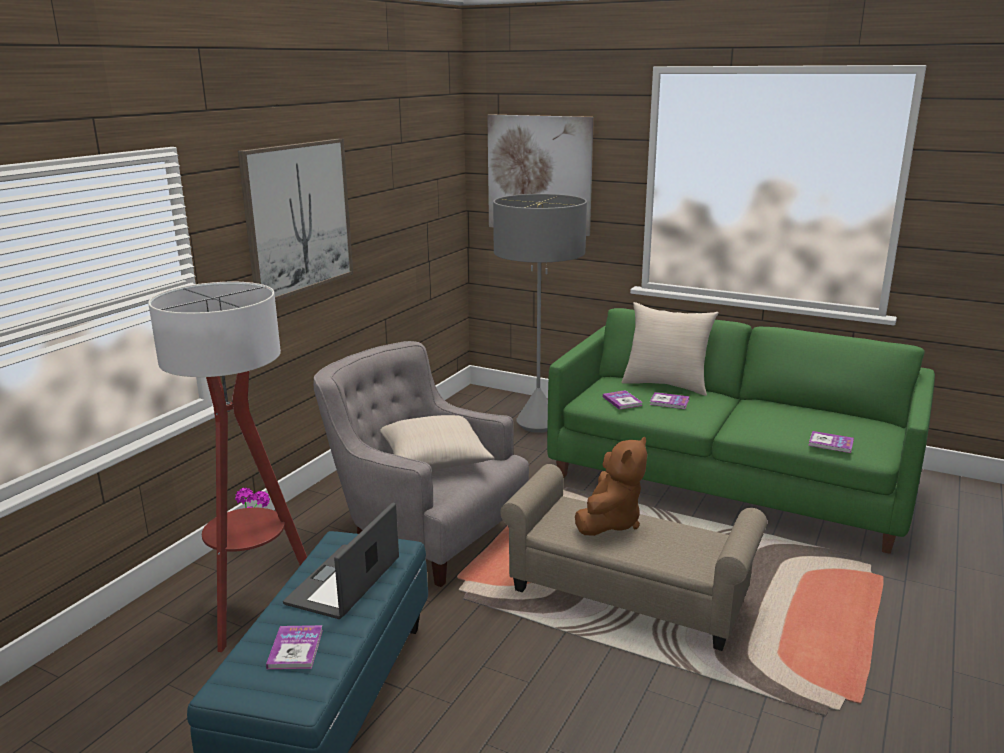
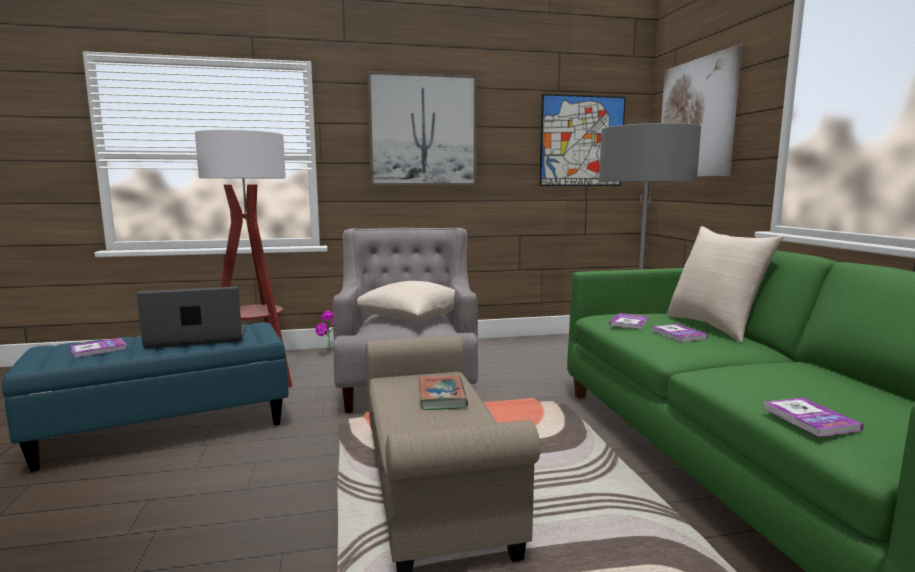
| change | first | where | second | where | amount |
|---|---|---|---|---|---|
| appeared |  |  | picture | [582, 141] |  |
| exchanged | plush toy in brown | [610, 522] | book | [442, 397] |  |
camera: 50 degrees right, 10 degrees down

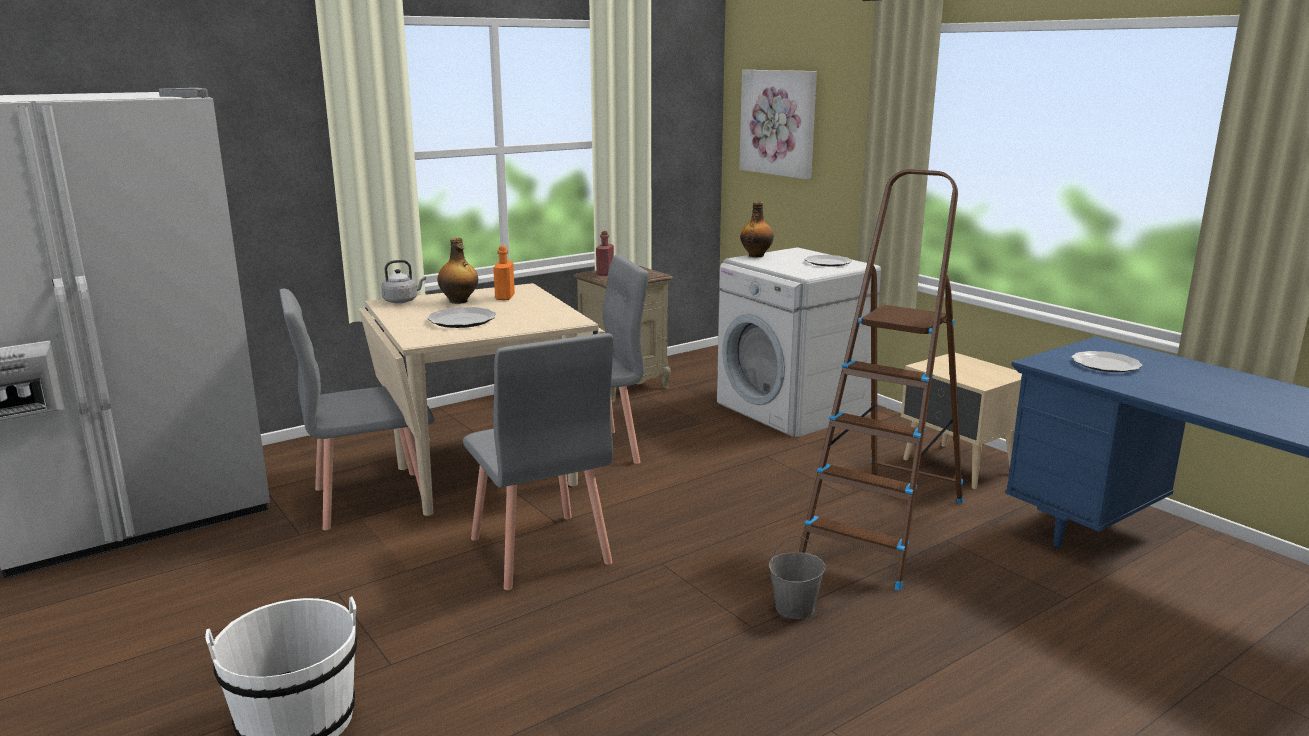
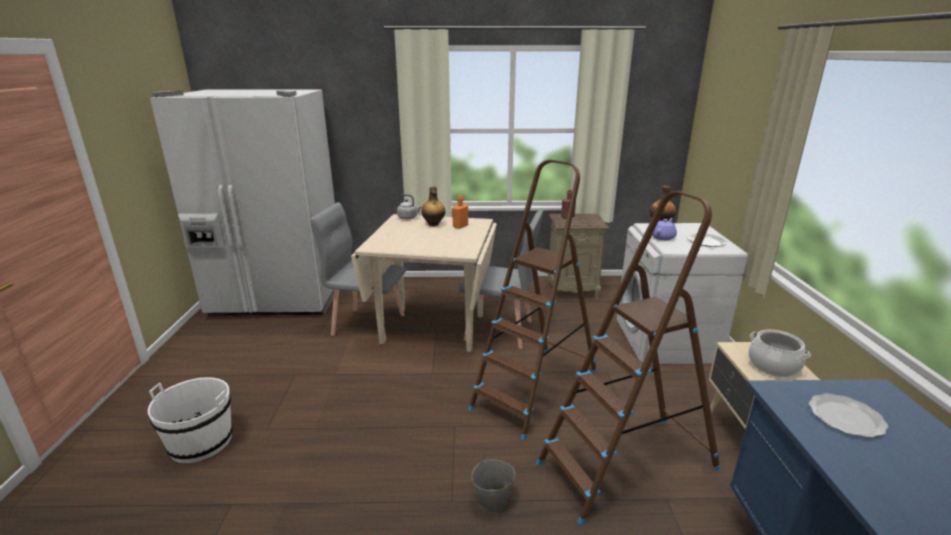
| change | first | where | second | where | amount |
|---|---|---|---|---|---|
| missing | plate | [462, 320] |  |  |  |
| missing | chair in grey | [539, 551] |  |  |  |
| missing | picture | [779, 123] |  |  |  |
| appeared |  |  | step ladder in brown | [536, 389] |  |
| appeared |  |  | teapot in purple | [663, 237] |  |
| appeared |  |  | cooking pot | [773, 366] |  |
camera: 35 degrees right, 5 degrees up

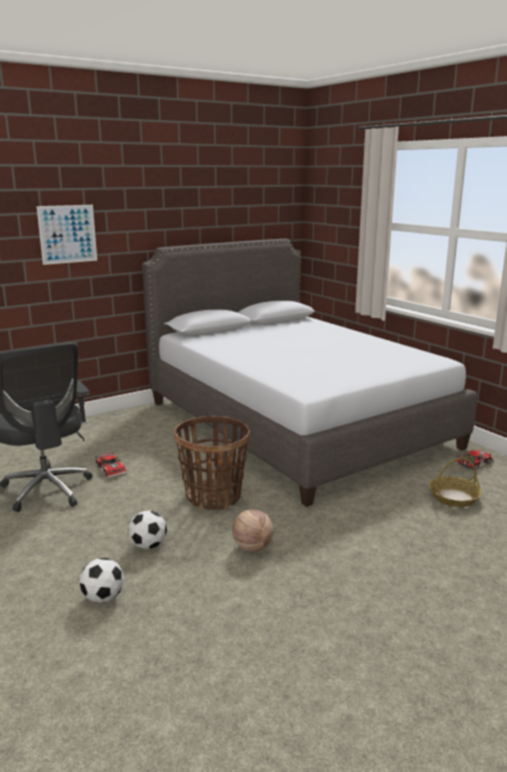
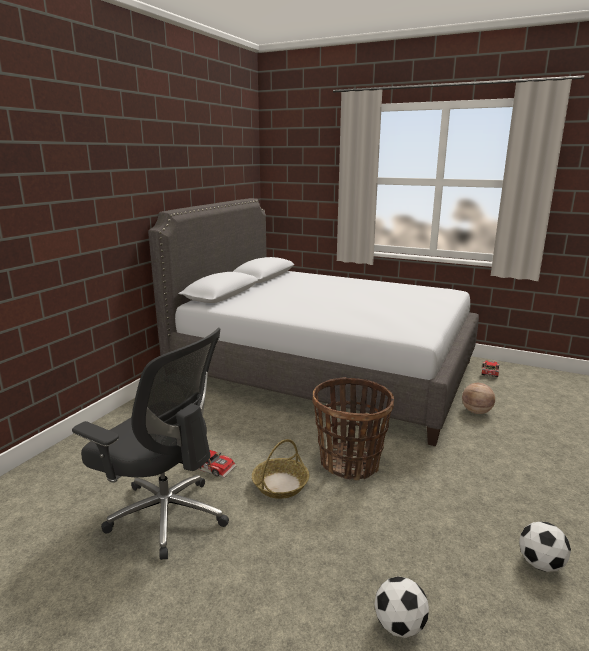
| change | first | where | second | where | amount |
|---|---|---|---|---|---|
| missing | picture | [67, 234] |  |  |  |
| relocated | football | [148, 545] |  | [540, 564] |  |
| relocated | basketball | [252, 547] |  | [476, 412] |  |
| relocated | basket | [454, 497] |  | [280, 484] |  |
camera: 30 degrees left, 0 degrees up

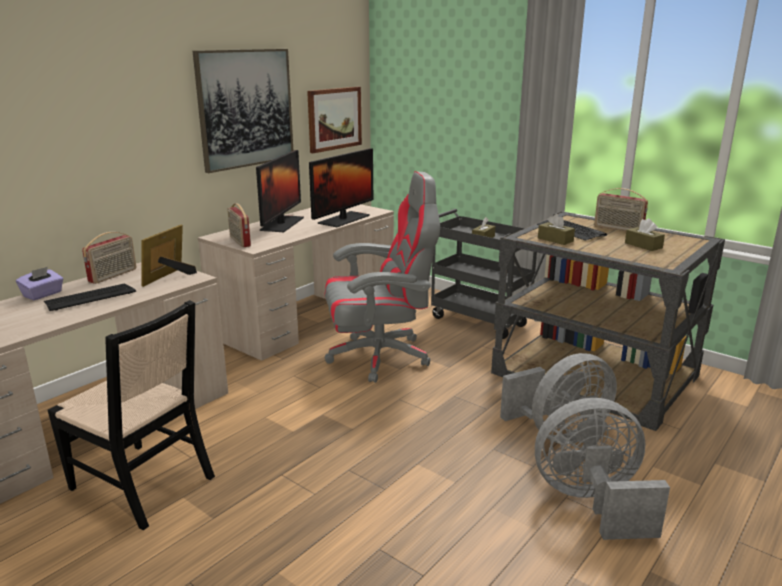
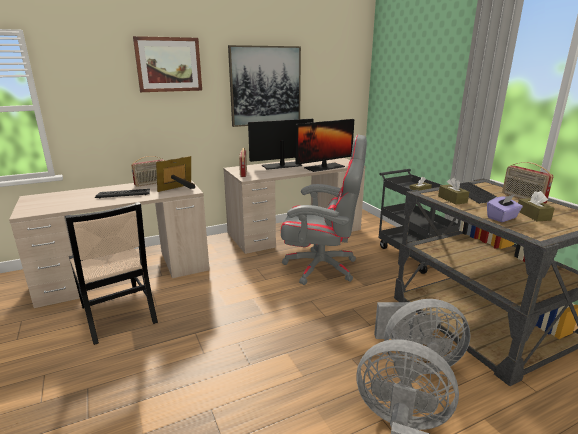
| change | first | where | second | where | amount |
|---|---|---|---|---|---|
| relocated | tissue box in purple | [43, 294] |  | [502, 218] |  |
| relocated | picture | [334, 119] |  | [169, 64] |  |
| spun | monitor | [282, 224] |  | [281, 165] | 150 degrees counterclockwise |
camera: 25 degrees right, 0 degrees up

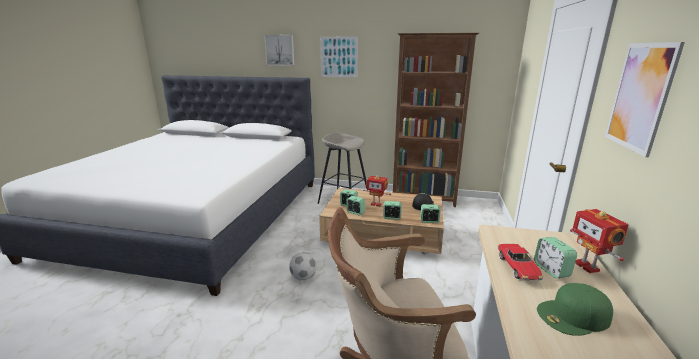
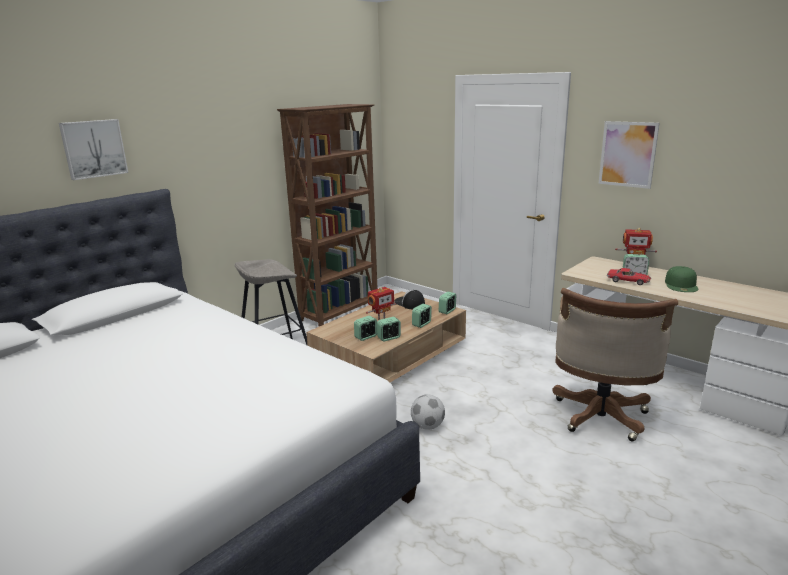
| change | first | where | second | where | amount |
|---|---|---|---|---|---|
| missing | picture | [339, 57] |  |  |  |
camera: 60 degrees left, 0 degrees up

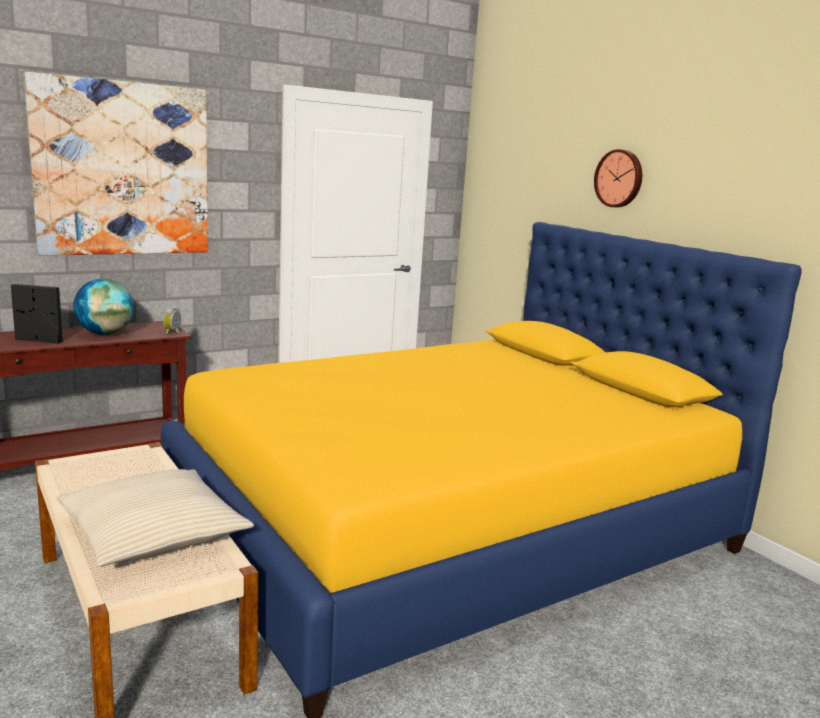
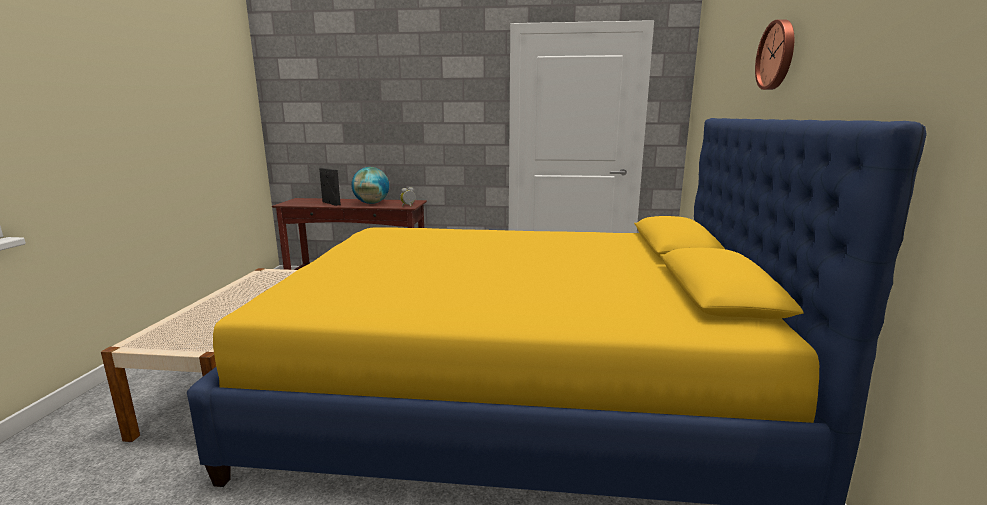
| change | first | where | second | where | amount |
|---|---|---|---|---|---|
| missing | picture | [123, 169] |  |  |  |
| missing | pillow in beige | [153, 532] |  |  |  |
camera: 40 degrees right, 0 degrees up

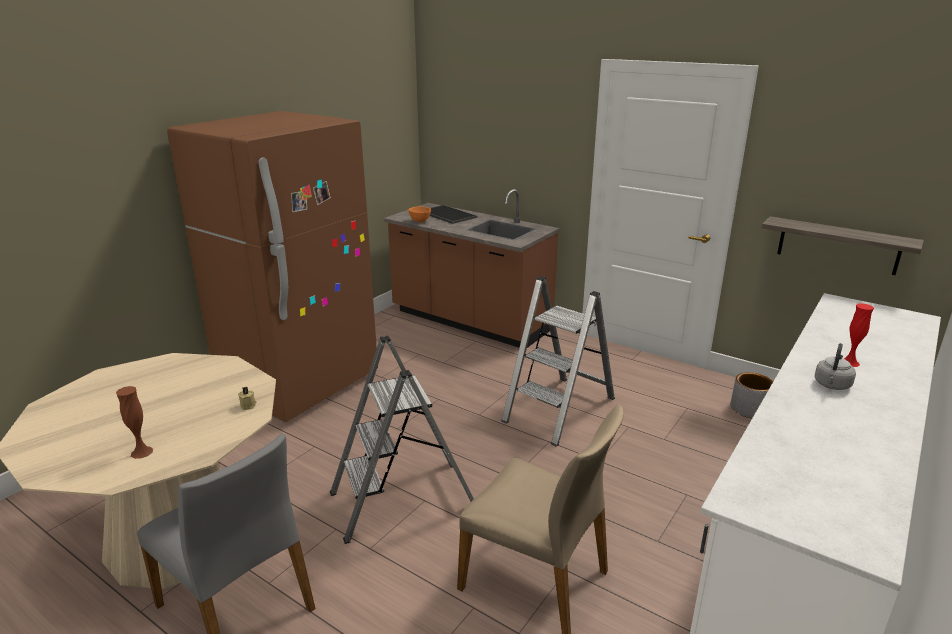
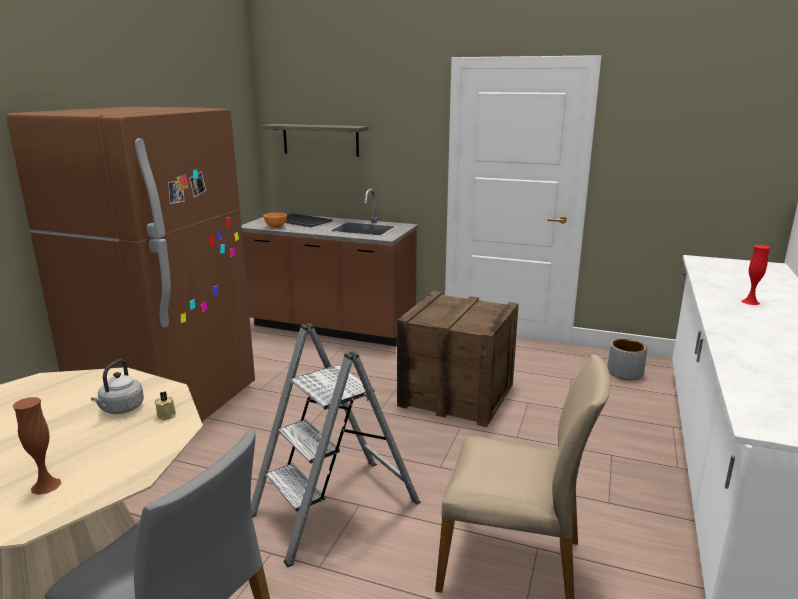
| change | first | where | second | where | amount |
|---|---|---|---|---|---|
| relocated | shelf | [838, 245] |  | [320, 140] |  |
| relocated | kettle in grey | [831, 385] |  | [121, 409] |  |
| exchanged | step ladder in grey | [560, 408] | crate | [457, 395] |  |
camera: 15 degrees left, 5 degrees down

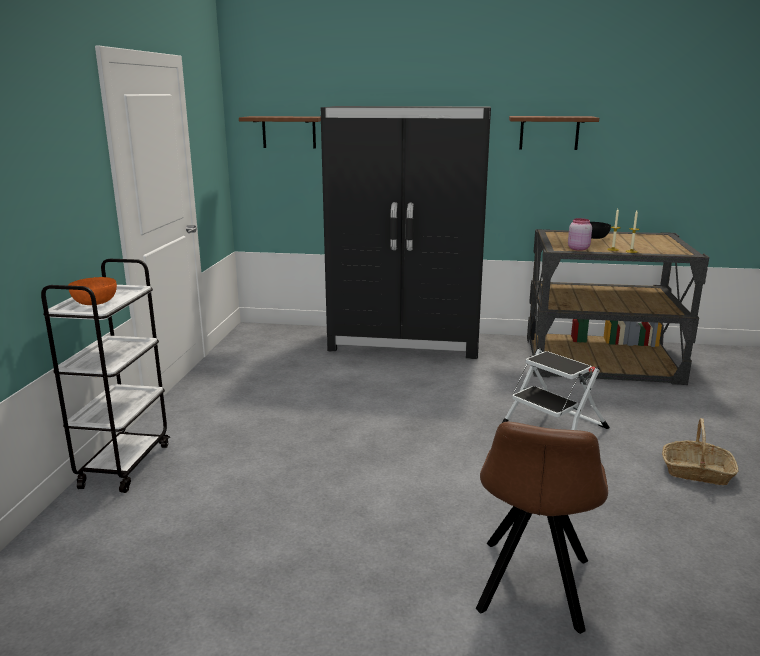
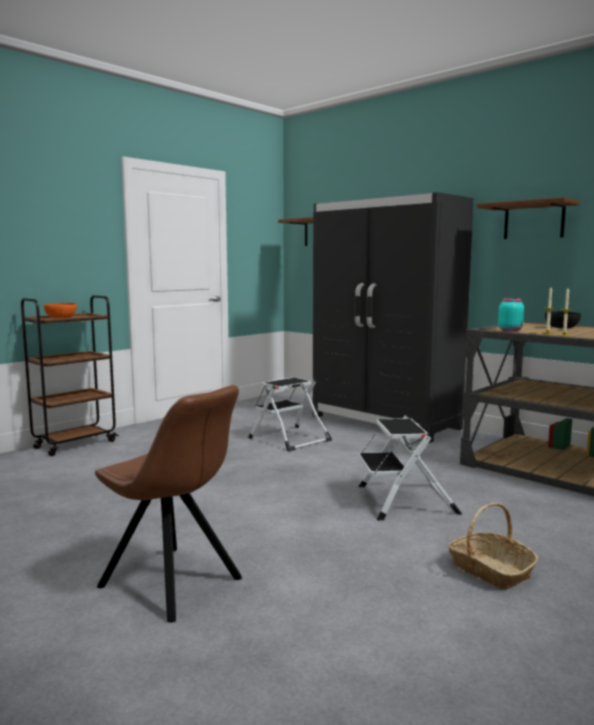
| change | first | where | second | where | amount |
|---|---|---|---|---|---|
| appeared |  |  | step ladder | [290, 438] |  |
| colour | cart in white | [124, 465] | cart in brown | [75, 444] |  |
| colour | jar in pink | [578, 248] | jar in turquoise | [510, 330] |  |
| spun | chair in brown | [532, 585] |  | [172, 582] | 105 degrees counterclockwise |
camera: 35 degrees right, 10 degrees down

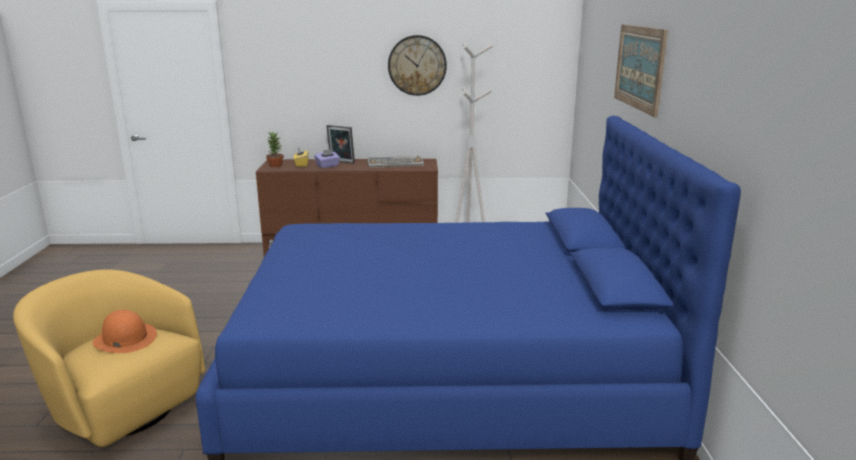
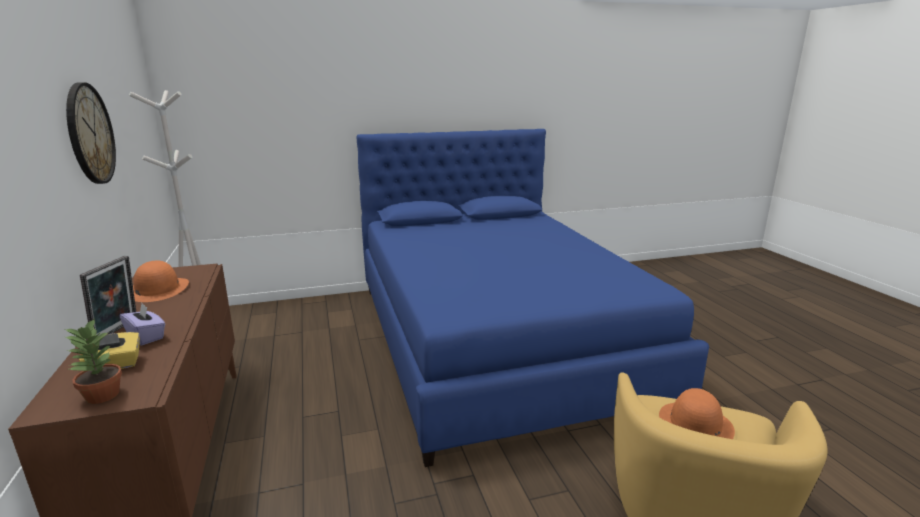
| change | first | where | second | where | amount |
|---|---|---|---|---|---|
| missing | picture | [639, 67] |  |  |  |
| exchanged | keyboard | [395, 163] | hat in orange | [157, 289] |  |
camera: 105 degrees left, 0 degrees up

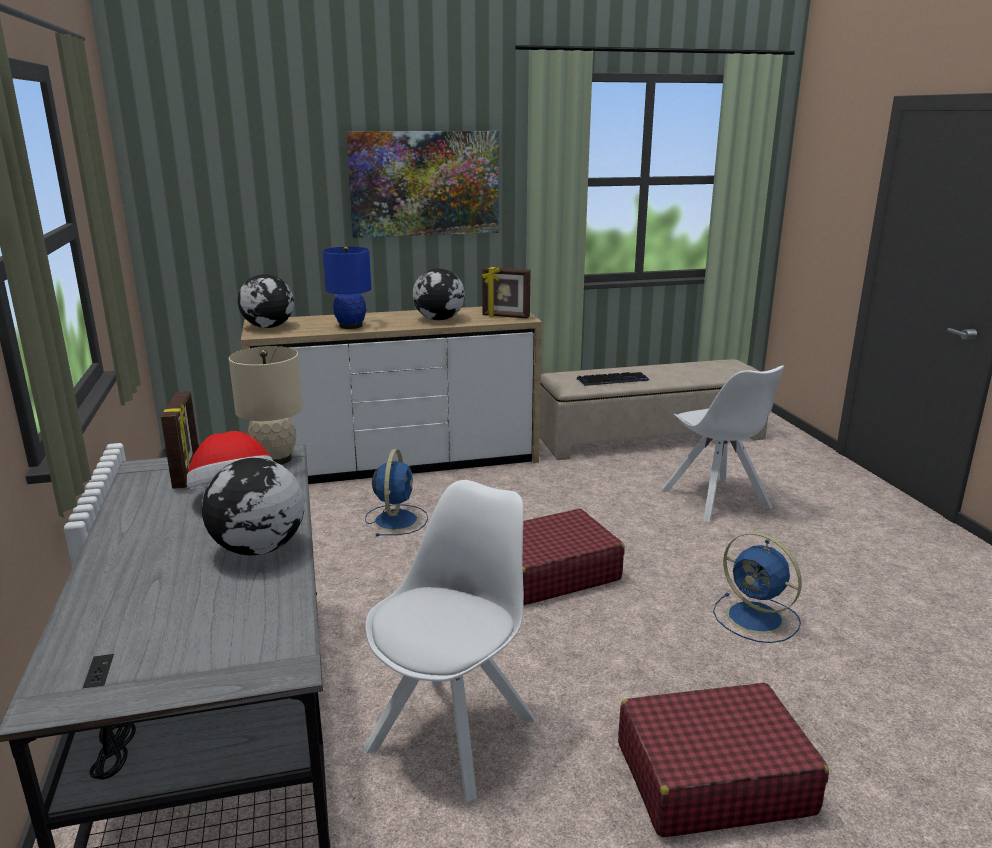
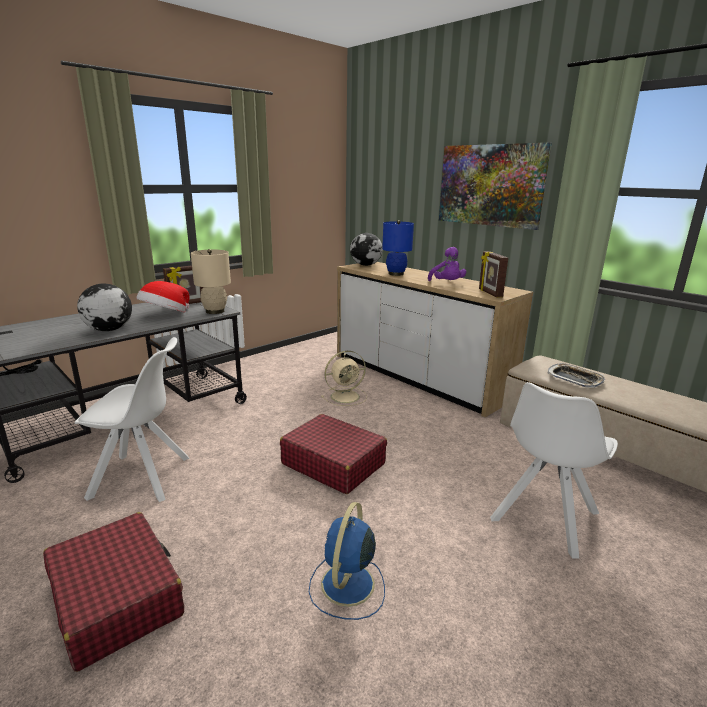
| change | first | where | second | where | amount |
|---|---|---|---|---|---|
| exchanged | globe | [439, 319] | plush toy in purple | [447, 283] |  |
| exchanged | keyboard | [612, 380] | tray | [574, 379] |  |
| colour | fan in blue | [396, 519] | fan in beige | [346, 396] |  |
camera: 60 degrees right, 0 degrees up

